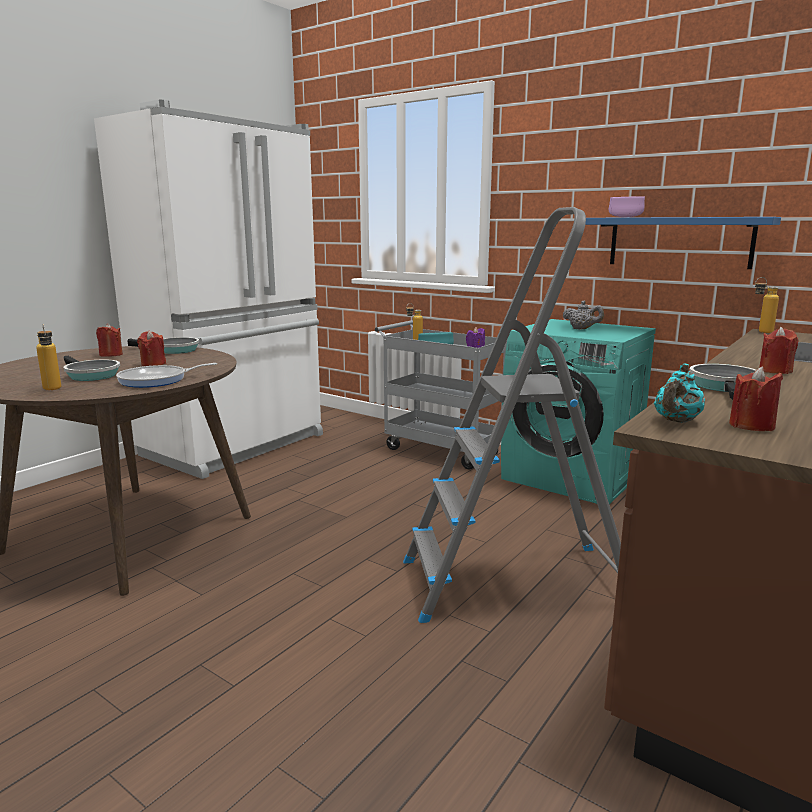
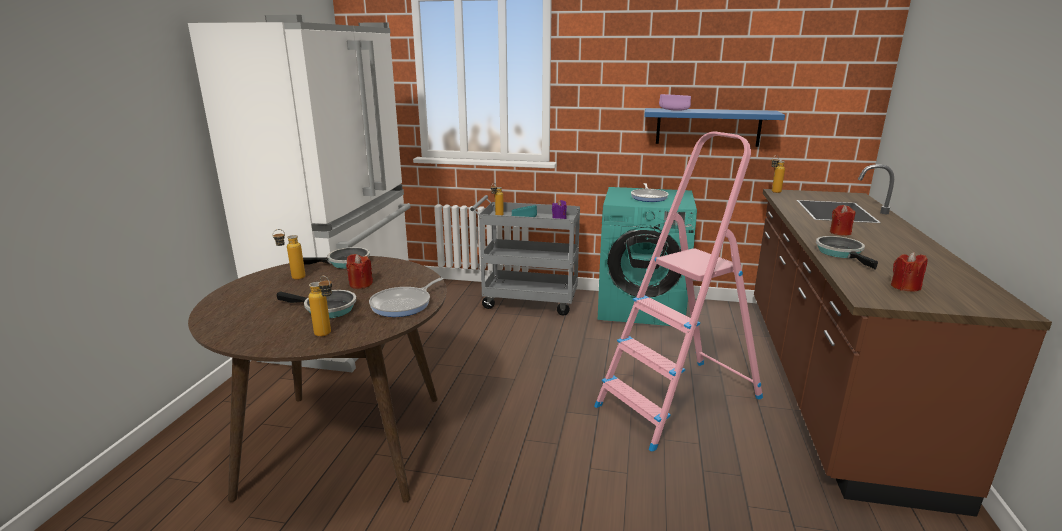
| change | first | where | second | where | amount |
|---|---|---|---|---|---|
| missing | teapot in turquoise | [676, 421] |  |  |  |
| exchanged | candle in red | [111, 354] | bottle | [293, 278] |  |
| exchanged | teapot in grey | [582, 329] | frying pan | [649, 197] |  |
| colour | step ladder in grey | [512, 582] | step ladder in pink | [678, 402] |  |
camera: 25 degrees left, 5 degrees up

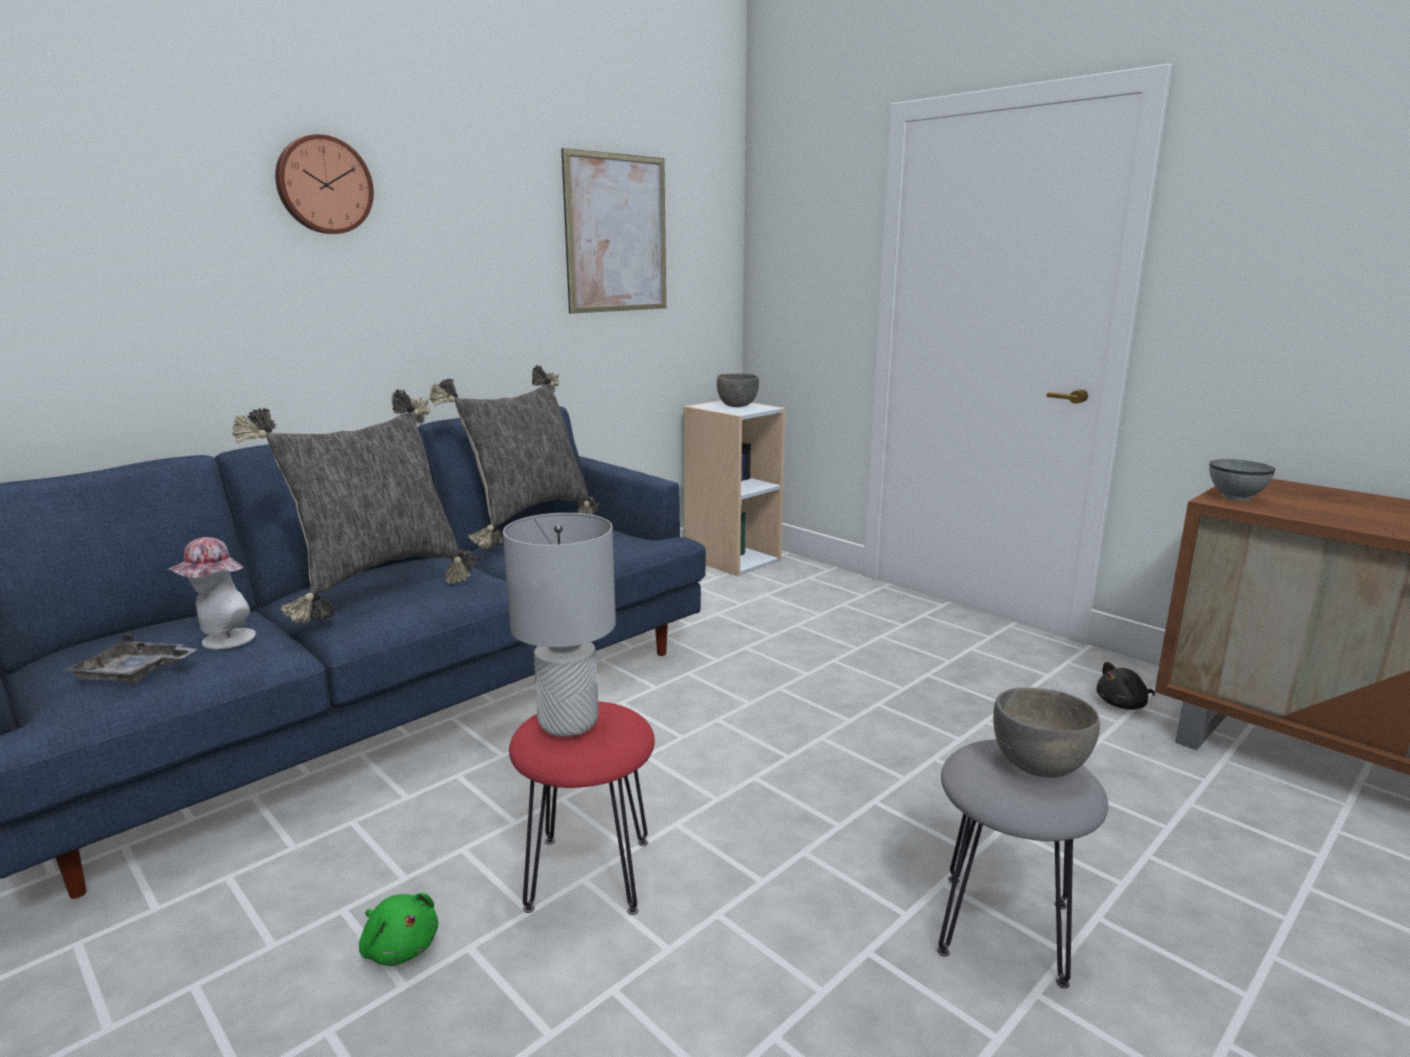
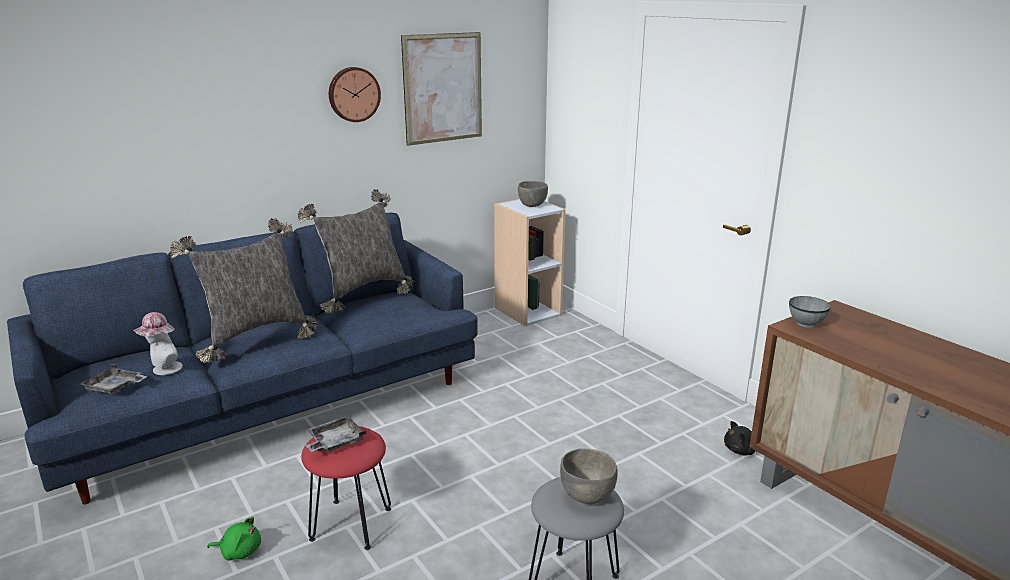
| change | first | where | second | where | amount |
|---|---|---|---|---|---|
| relocated | wall clock | [323, 185] |  | [353, 94] |  |
| exchanged | table lamp in grey | [567, 727] | tray in grey | [335, 442] |  |
| spun | plush toy in green | [400, 947] |  | [239, 551] | 45 degrees counterclockwise |
camera: 10 degrees right, 5 degrees up

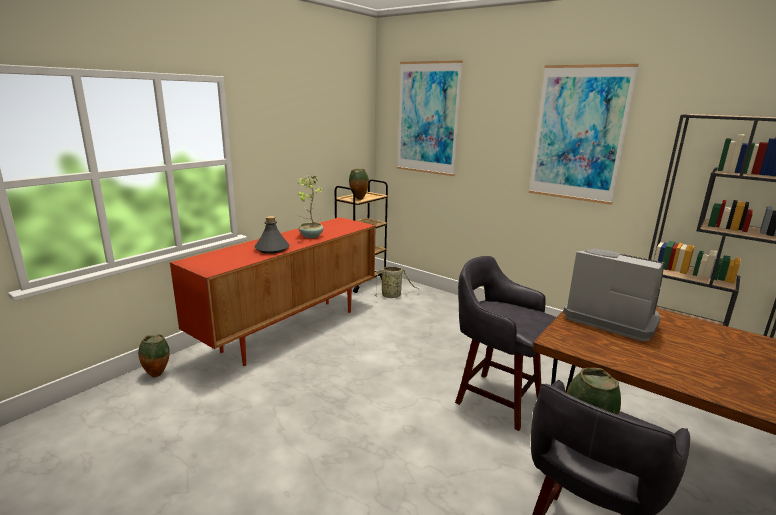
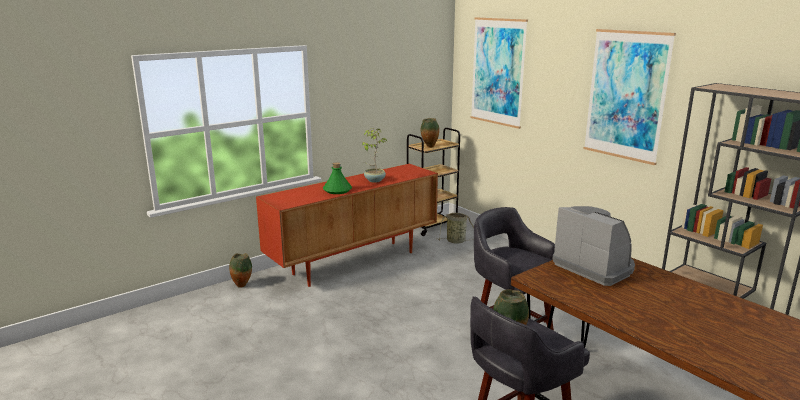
| change | first | where | second | where | amount |
|---|---|---|---|---|---|
| colour | bottle in grey | [272, 249] | bottle in green | [337, 190] |  |
camera: 15 degrees right, 0 degrees up

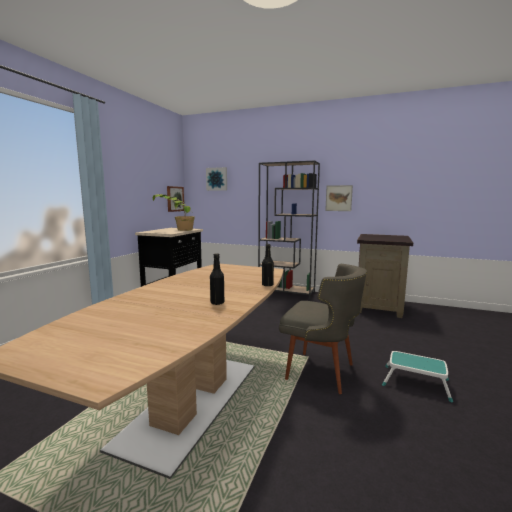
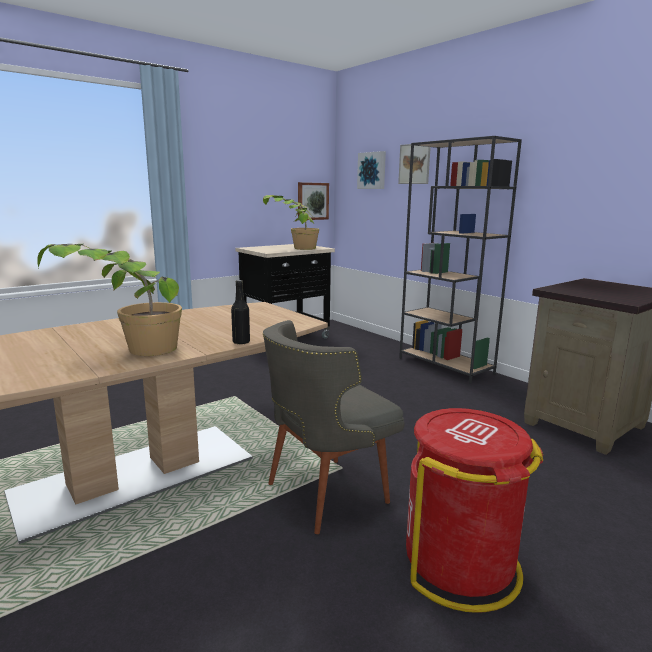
| change | first | where | second | where | amount |
|---|---|---|---|---|---|
| relocated | picture | [338, 198] |  | [414, 164] |  |
| exchanged | bottle in black | [217, 303] | potted plant | [127, 353] |  |
| exchanged | step ladder in turquoise | [415, 382] | trash can in red | [460, 564] |  |
| spun | chair in grey | [319, 372] |  | [328, 493] | 90 degrees clockwise |
camera: 30 degrees right, 5 degrees up

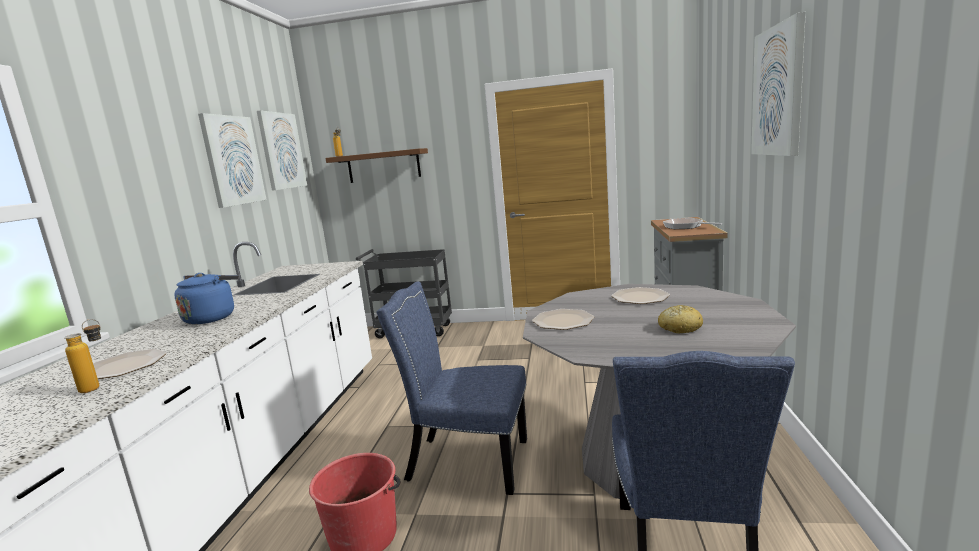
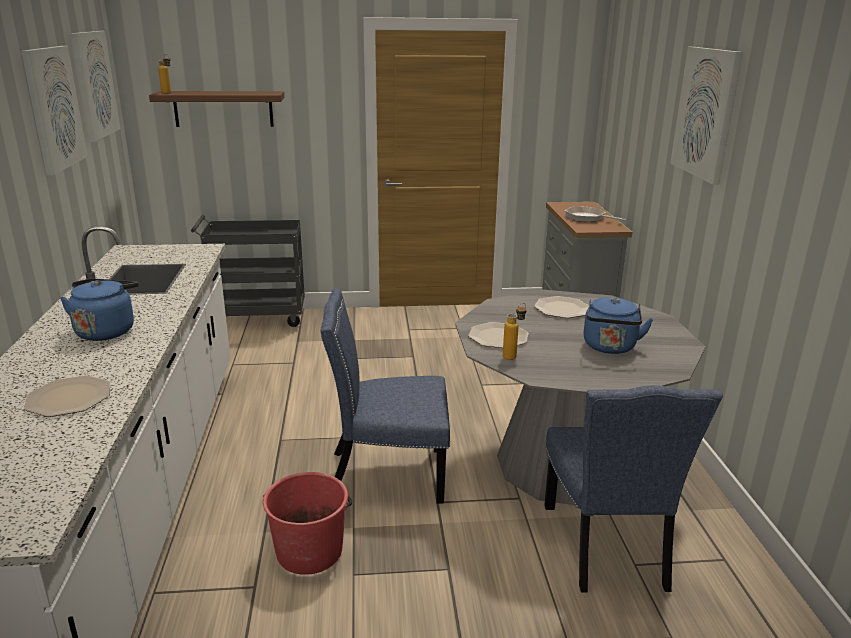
| change | first | where | second | where | amount |
|---|---|---|---|---|---|
| relocated | bottle | [98, 387] |  | [513, 355] |  |
| exchanged | bread | [679, 328] | kettle in blue | [610, 347] |  |
camera: 15 degrees left, 10 degrees up

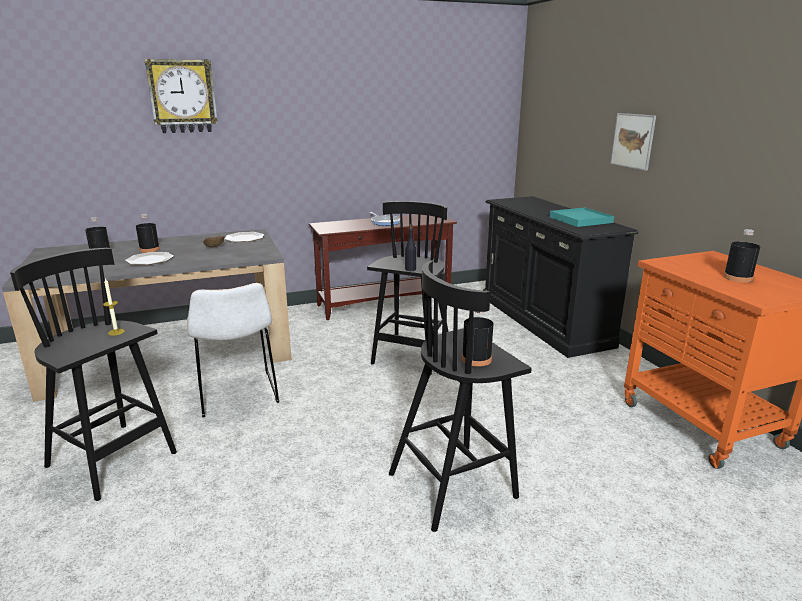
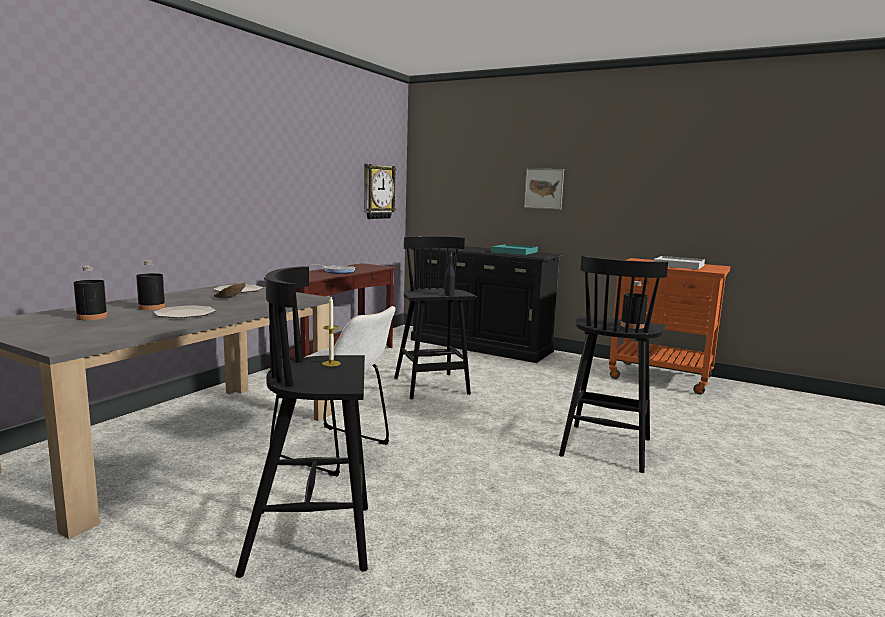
| change | first | where | second | where | amount |
|---|---|---|---|---|---|
| relocated | wall clock | [183, 96] |  | [378, 192] |  |
| exchanged | bottle in black | [737, 278] | tray in white | [678, 265] |  |
camera: 40 degrees left, 10 degrees down

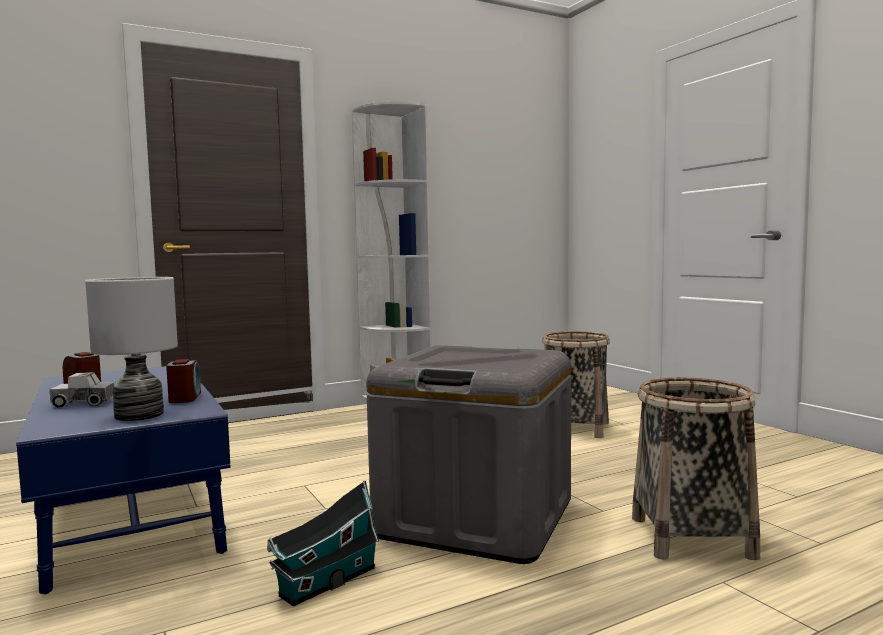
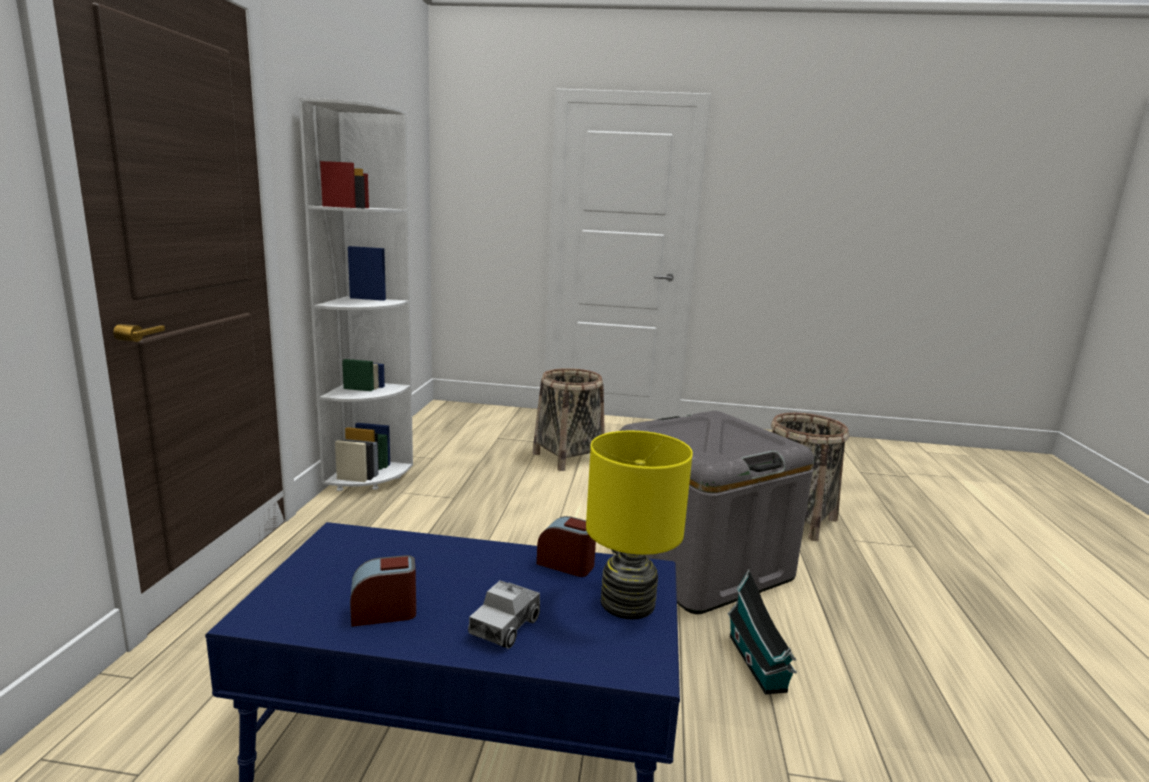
| change | first | where | second | where | amount |
|---|---|---|---|---|---|
| colour | table lamp in grey | [139, 415] | table lamp in yellow | [627, 603] |  |
camera: 55 degrees left, 10 degrees up

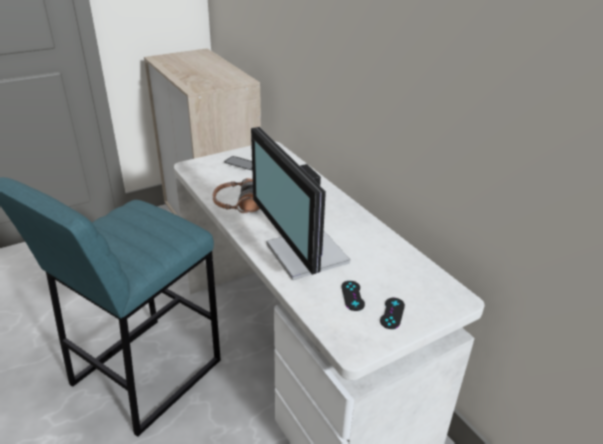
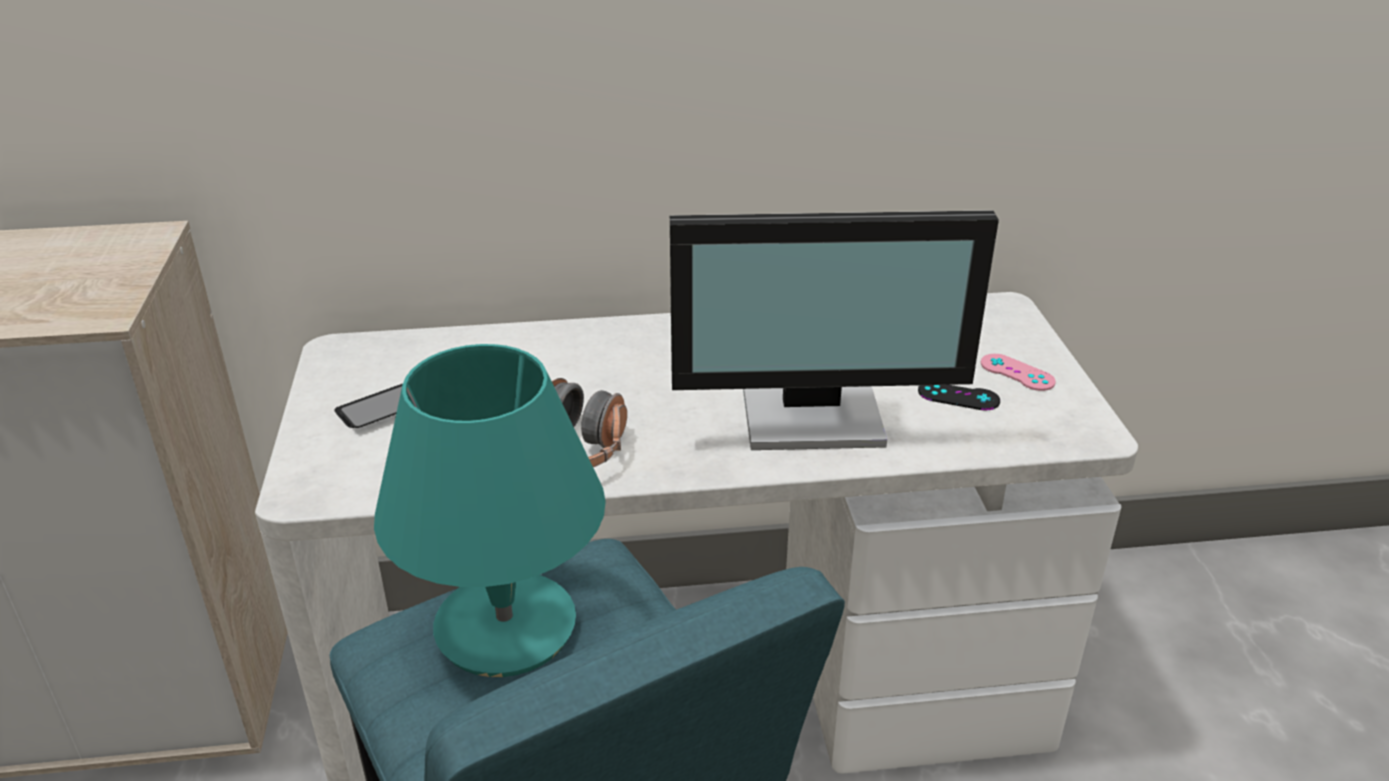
| change | first | where | second | where | amount |
|---|---|---|---|---|---|
| appeared |  |  | table lamp in turquoise | [505, 626] |  |
| colour | game controller in black | [392, 313] | game controller in pink | [1017, 373] |  |
camera: 65 degrees left, 0 degrees up

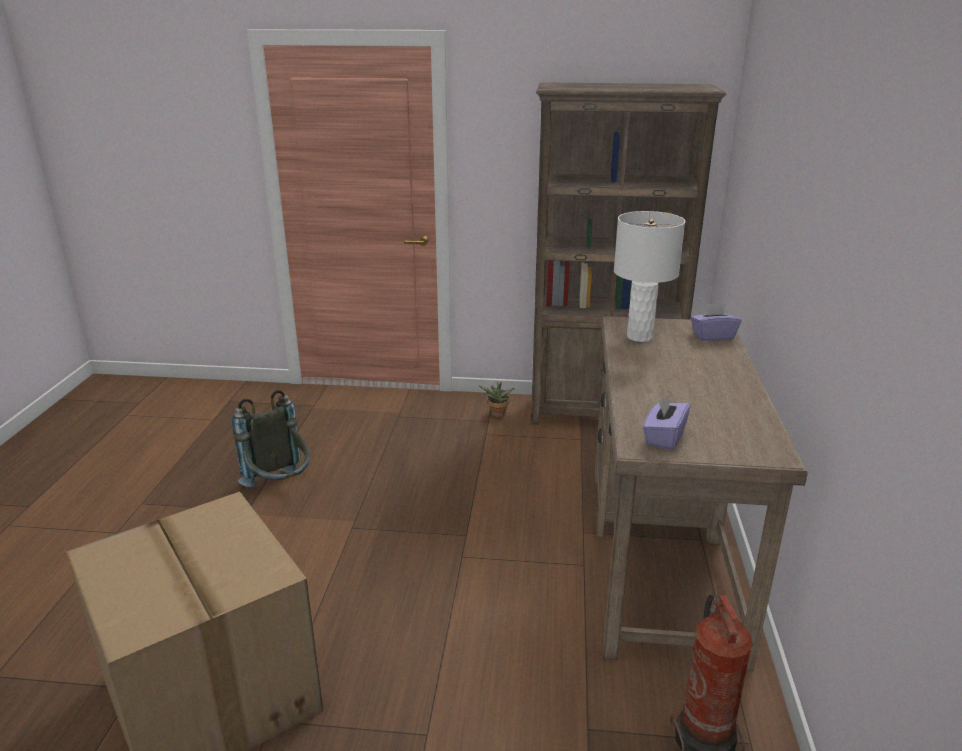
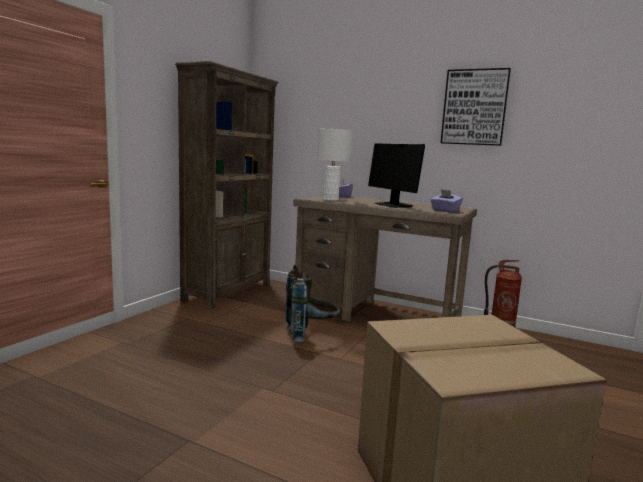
| change | first | where | second | where | amount |
|---|---|---|---|---|---|
| missing | potted plant | [497, 415] |  |  |  |
| appeared |  |  | monitor | [393, 205] |  |
| appeared |  |  | picture | [474, 107] |  |
| relocated | backpack in grey | [280, 488] |  | [310, 335] |  |
camera: 70 degrees left, 15 degrees down

